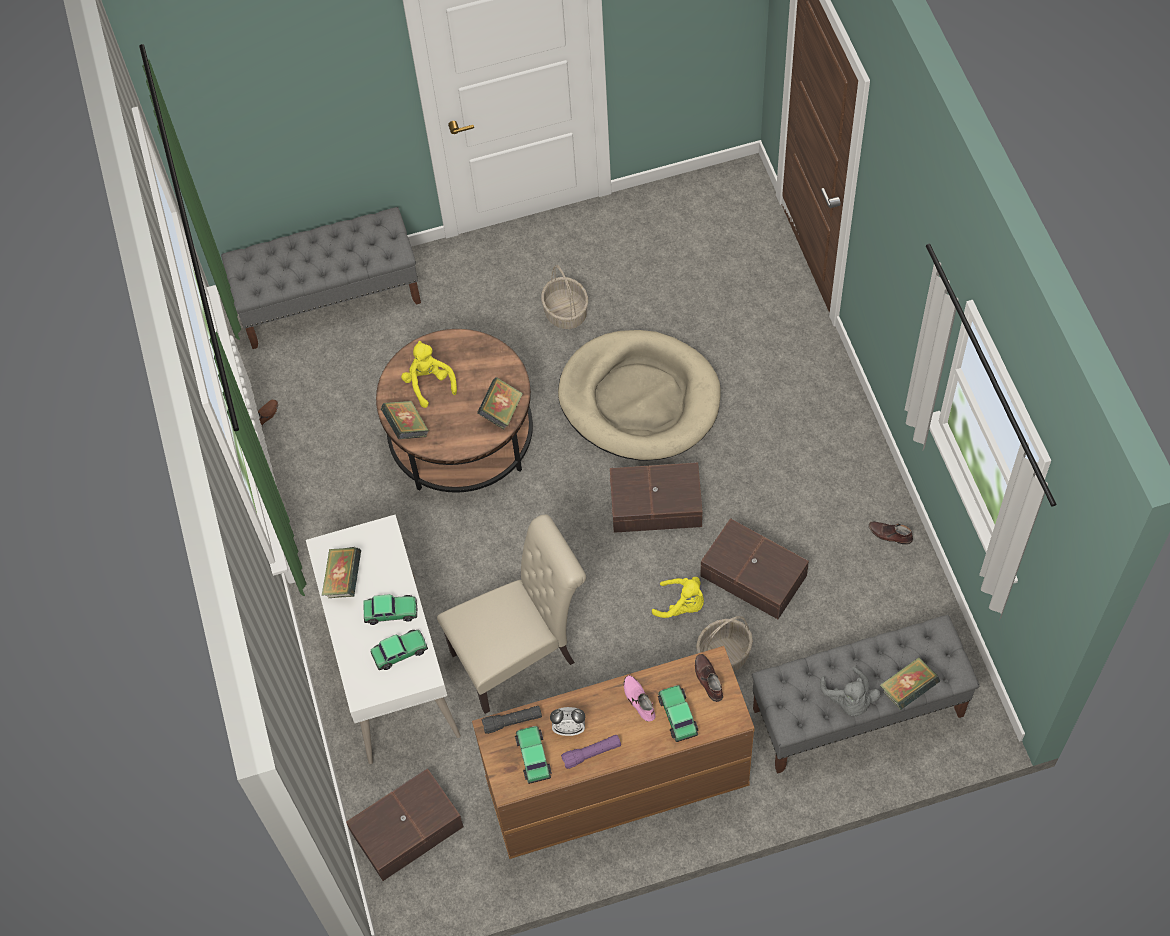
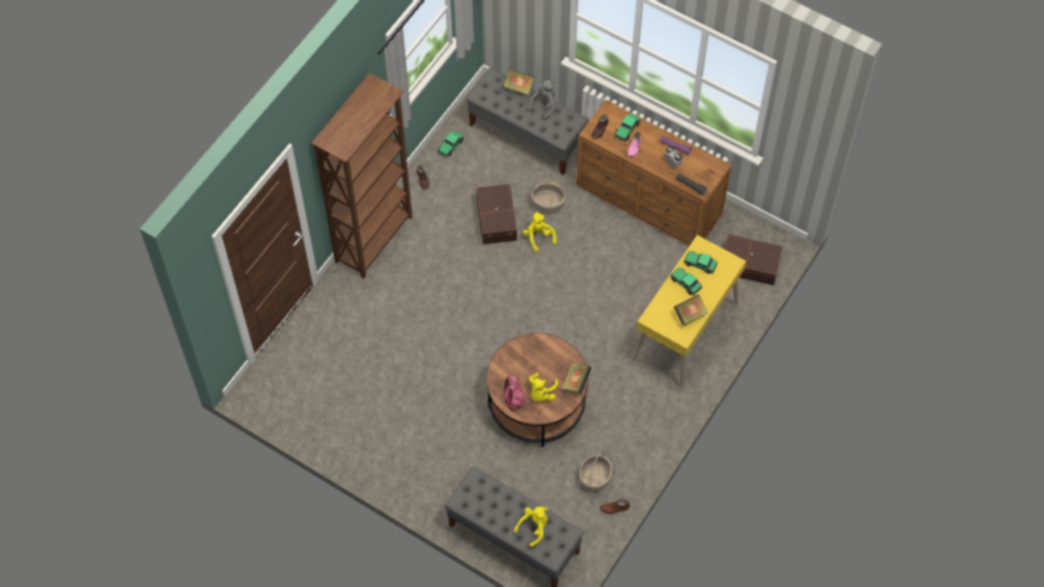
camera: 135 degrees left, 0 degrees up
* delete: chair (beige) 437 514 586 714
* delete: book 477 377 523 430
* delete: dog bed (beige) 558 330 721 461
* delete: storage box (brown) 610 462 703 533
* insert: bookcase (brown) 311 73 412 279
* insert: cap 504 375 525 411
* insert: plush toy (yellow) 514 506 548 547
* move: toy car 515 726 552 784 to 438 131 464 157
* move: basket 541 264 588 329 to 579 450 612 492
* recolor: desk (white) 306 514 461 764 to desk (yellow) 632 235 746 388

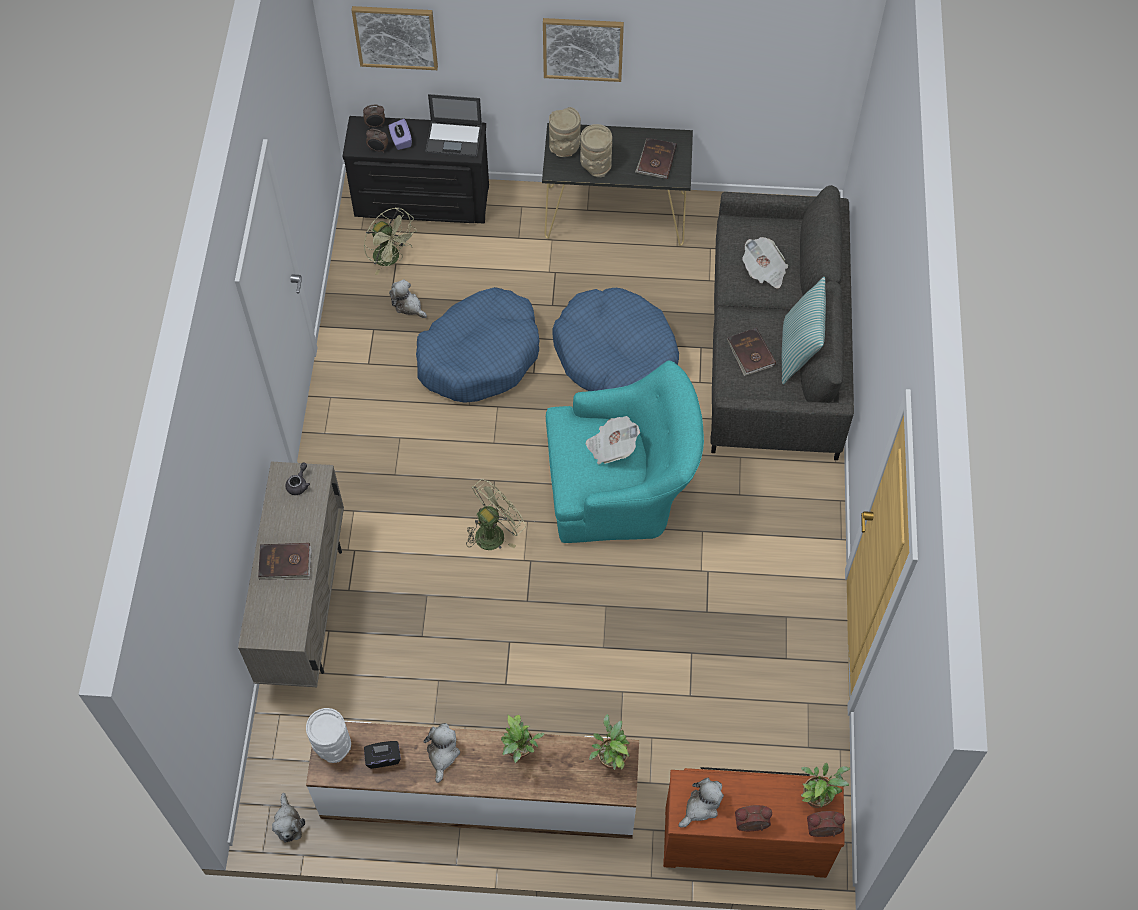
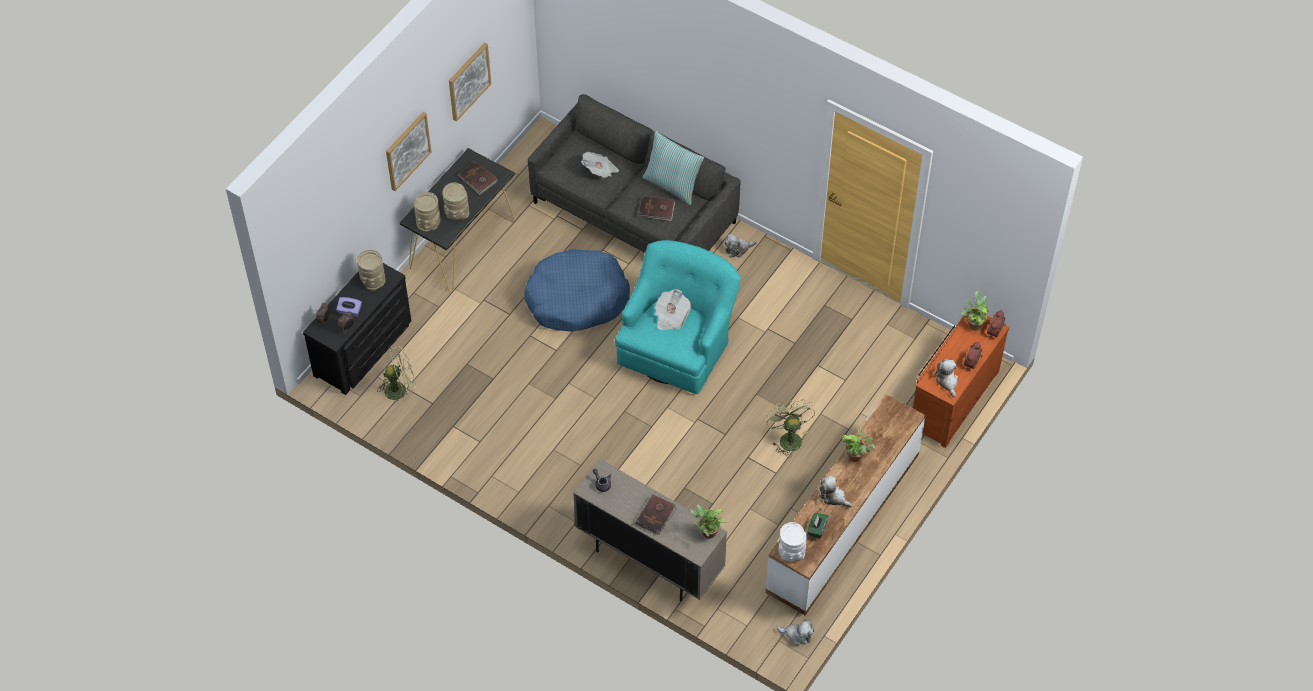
camera: 60 degrees left, 5 degrees down
* delete: dog bed (blue) 416 287 540 403
* move: picture 351 6 438 70 to 449 43 491 122
* move: plush toy 389 279 427 318 to 724 233 757 257
* move: fan (green) 466 479 526 550 to 766 399 815 458
* move: potted plant 589 714 630 770 to 689 504 726 539
* replace: laptop 425 94 482 157 to vase (beige) 357 250 385 291
* recolor: tissue box (black) 364 741 401 769 to tissue box (green) 807 513 829 539

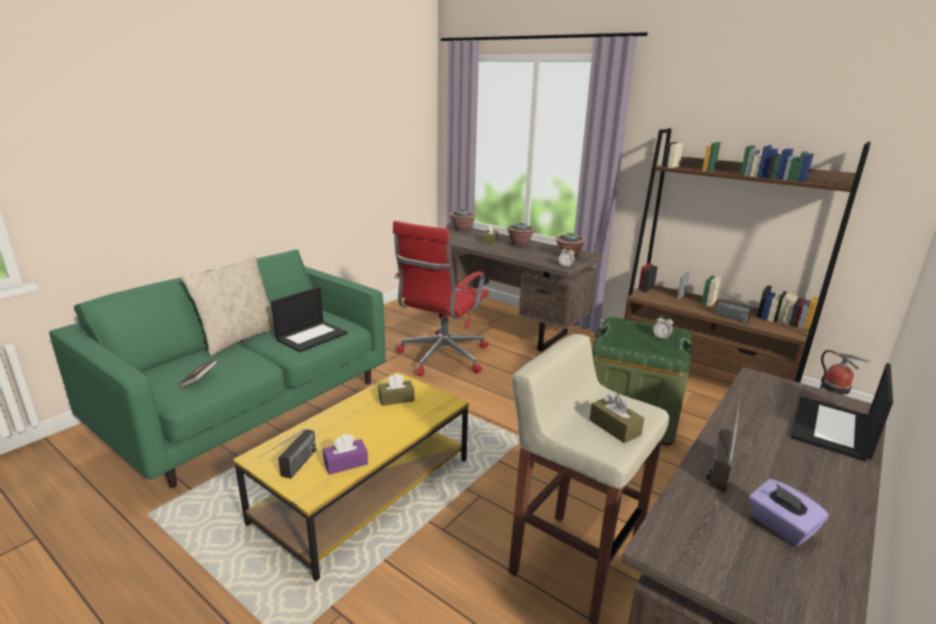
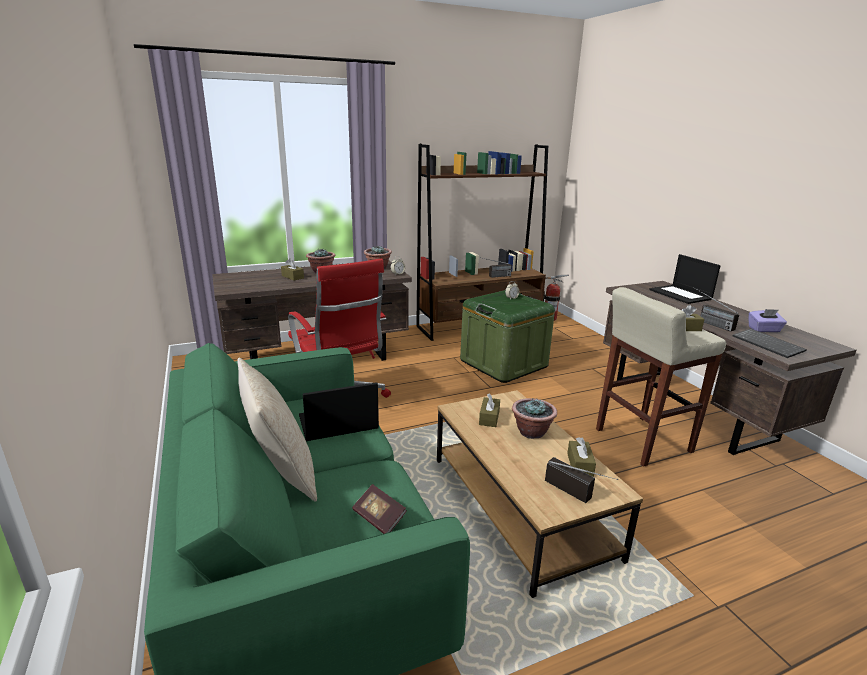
camera: 60 degrees left, 0 degrees up
* insert: keyboard 733 329 807 358
* move: potted plant 450 209 476 232 to 512 398 557 439
* recolor: coffee table (yellow) 233 372 469 581 to coffee table (brown) 437 390 643 598
* recolor: tissue box (purple) 323 434 368 475 to tissue box (brown) 567 437 596 477
* rotate: laptop 271 286 347 352 = 299 382 379 441 90 degrees counterclockwise

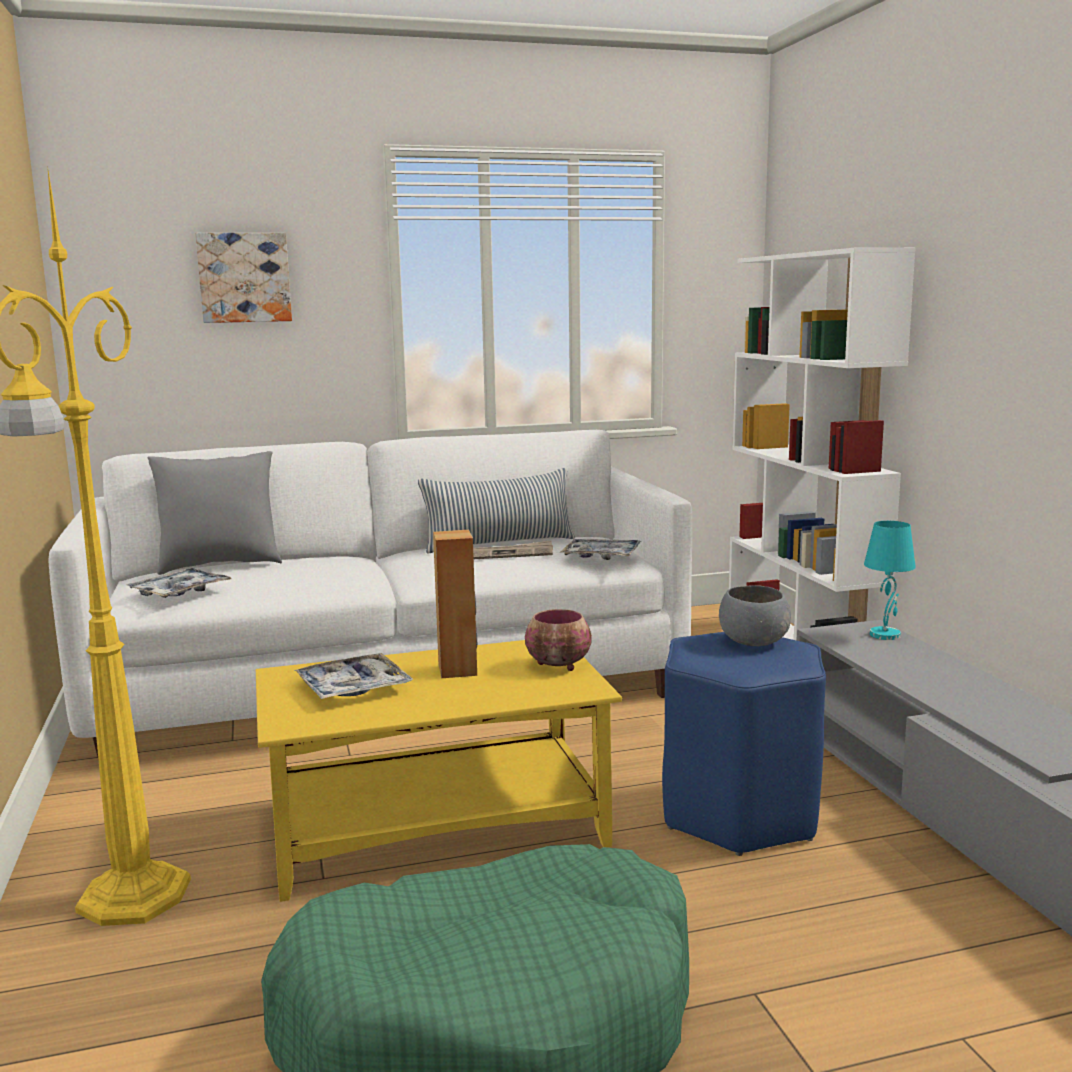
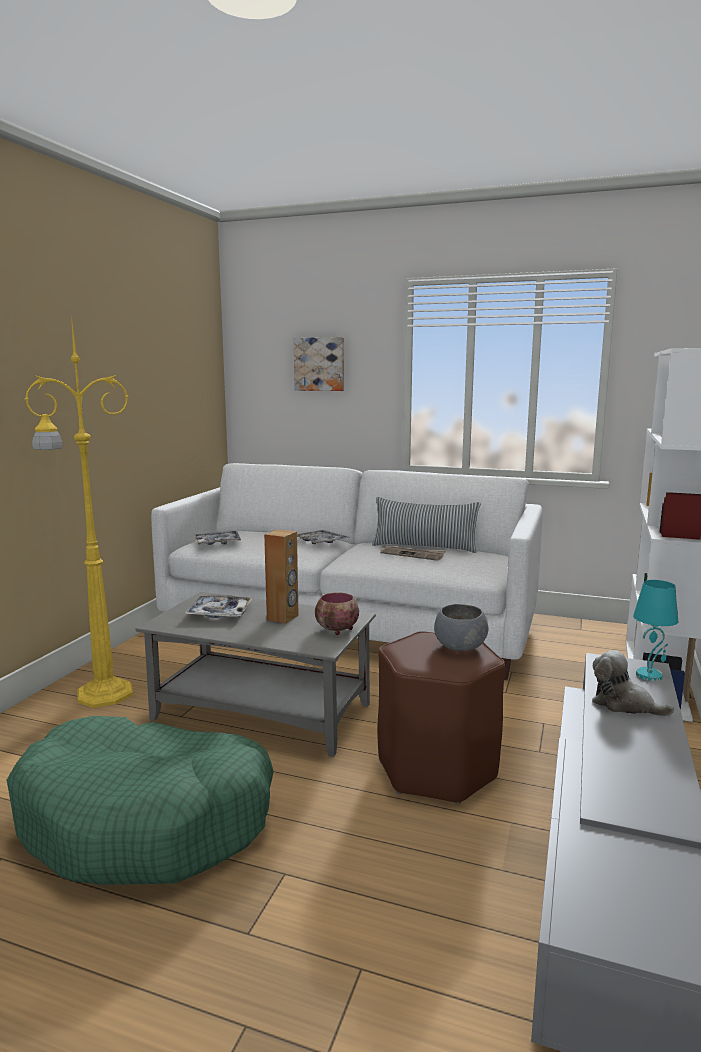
camera: 35 degrees right, 0 degrees up
* delete: pillow (grey) 147 451 282 575
* insert: plush toy 592 650 675 716
* move: tray 561 539 641 560 to 297 530 349 544
* recolor: coffee table (yellow) 256 640 622 902 to coffee table (grey) 136 592 376 757
* recolor: stool (blue) 662 632 826 856 to stool (brown) 378 631 505 805

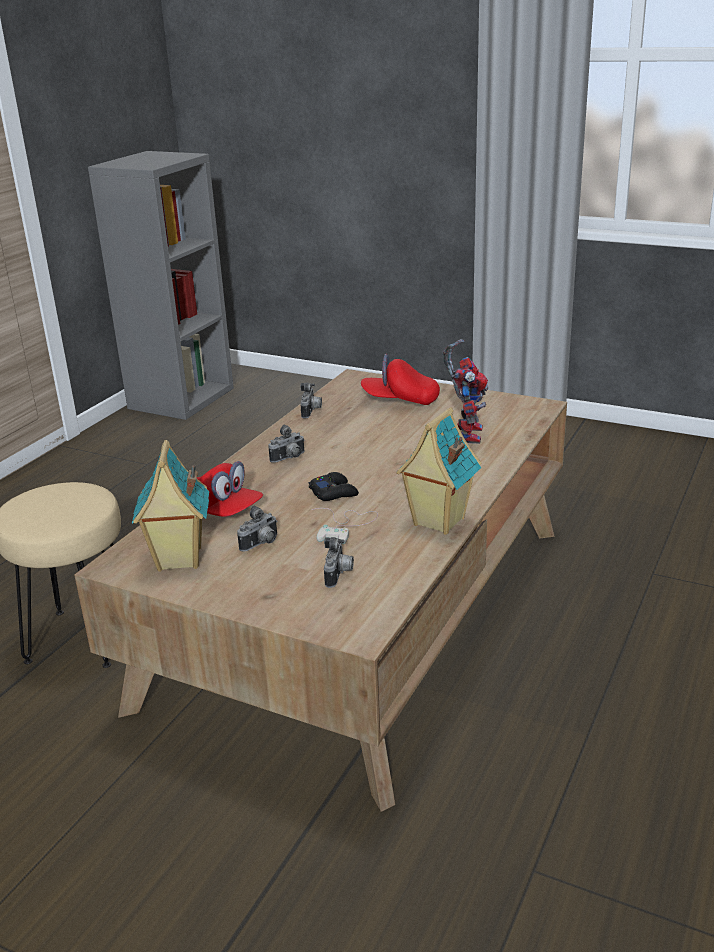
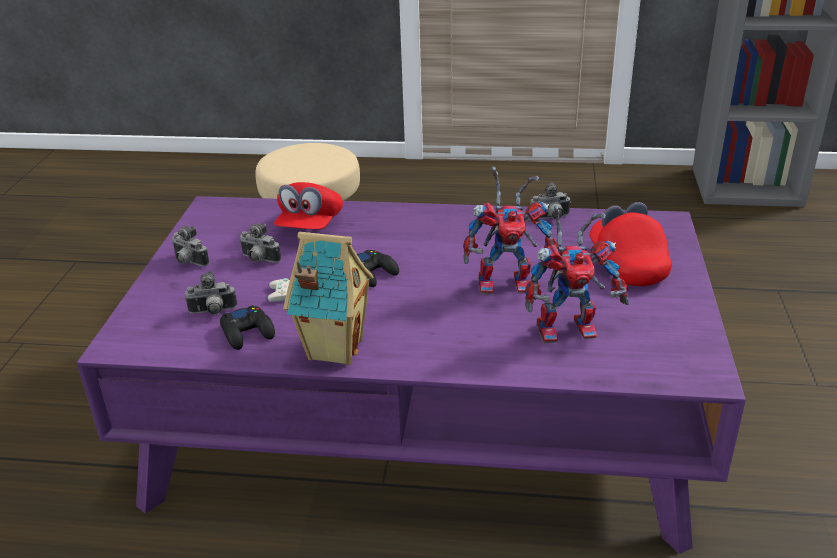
camera: 70 degrees right, 5 degrees up
* delete: toy house 132 440 209 572
* insert: game controller (black) 220 305 275 350
* insert: toy robot 463 166 558 294
* move: photo camera 268 424 305 463 to 172 226 210 267
* recolor: coffee table (brown) 74 369 567 812 to coffee table (purple) 77 196 746 554

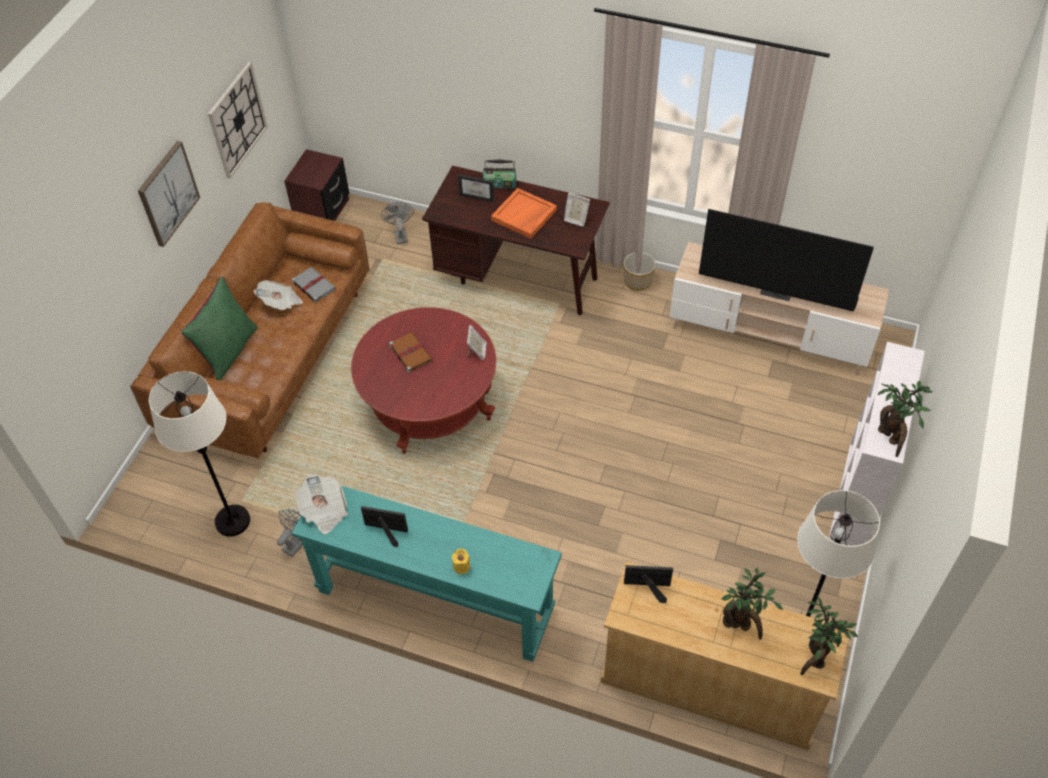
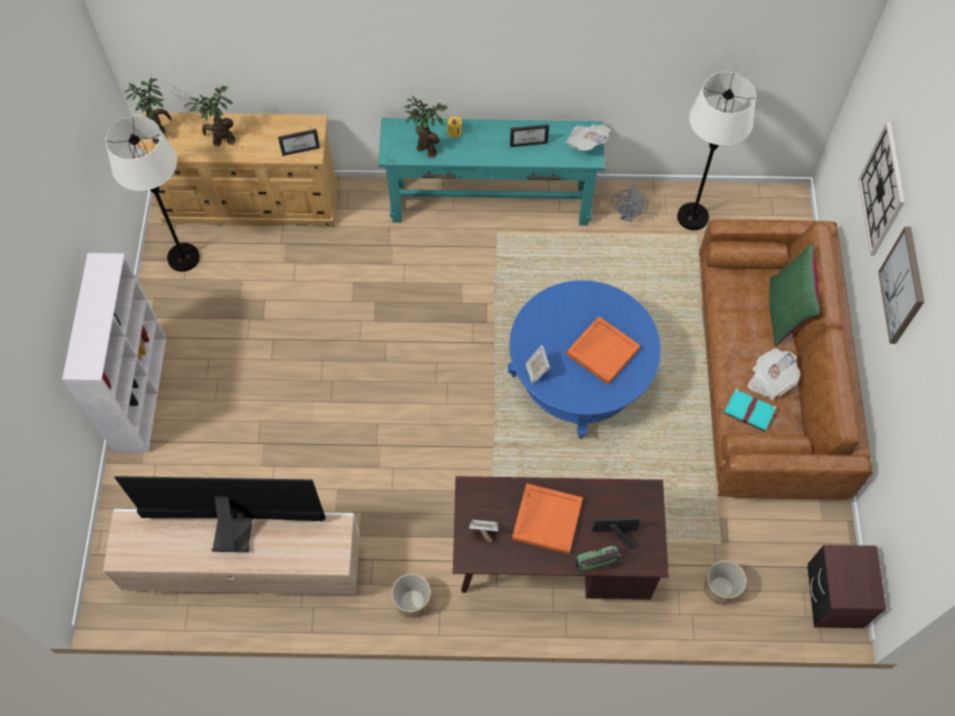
camera: 160 degrees right, 10 degrees up
* move: wall clock 208 62 268 179 to 858 122 905 256
* move: potted plant 877 380 932 457 to 403 96 448 158
* replace: fan (grey) 381 202 414 244 to planter 704 560 747 605
* replace: book (brown) 389 332 433 373 to tray (orange) 566 316 641 385
* recolor: book (grey) 292 267 336 303 to book (turquoise) 724 388 777 432
* recolor: coffee table (red) 351 307 496 454 to coffee table (blue) 508 280 661 439

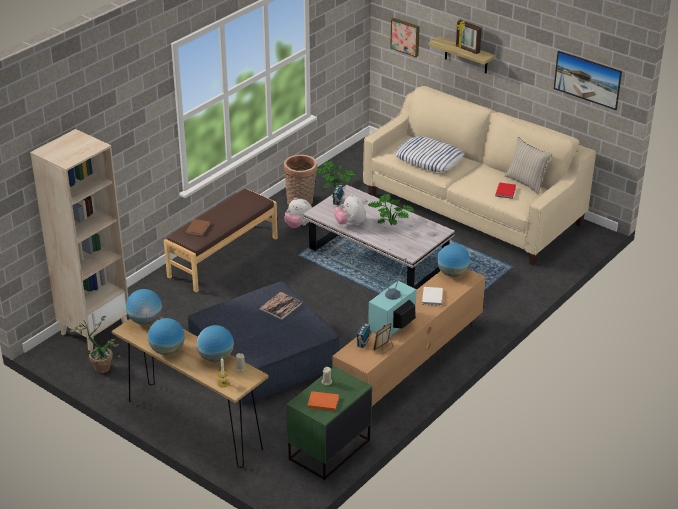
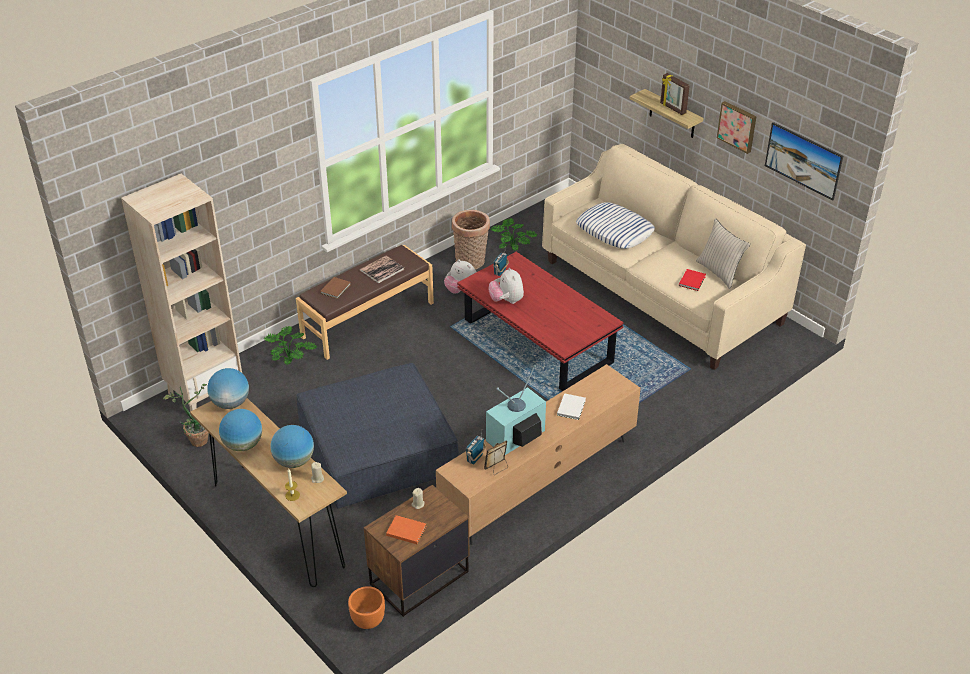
camera: 10 degrees right, 5 degrees up
* delete: globe 437 244 470 277
* insert: planter (orange) 348 586 385 629
* move: book 259 292 302 320 to 360 255 404 284
* move: potted plant 368 194 414 225 to 265 326 317 364
* move: picture 390 18 420 57 to 717 101 757 154
* recolor: nightstand (green) 286 367 372 480 to nightstand (brown) 364 485 470 617
* recolor: coffee table (white) 303 185 455 289 to coffee table (red) 457 252 624 391

